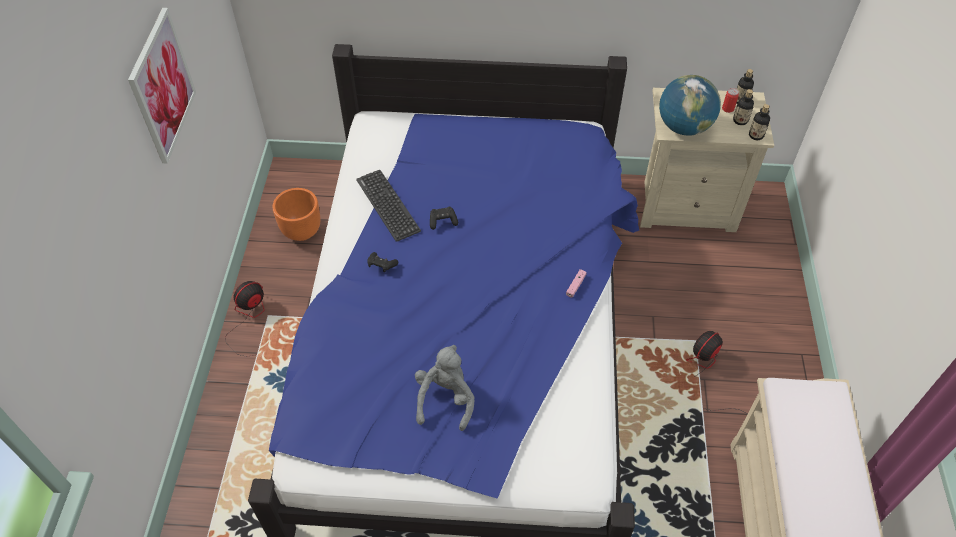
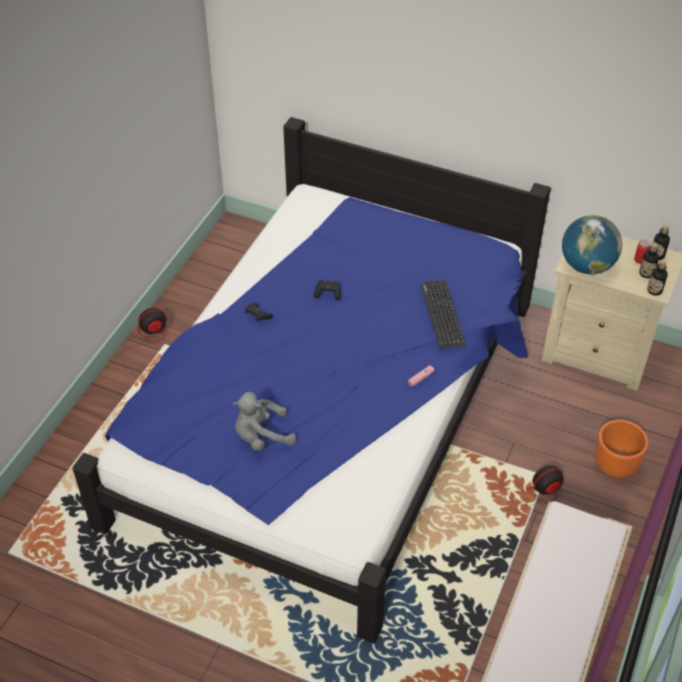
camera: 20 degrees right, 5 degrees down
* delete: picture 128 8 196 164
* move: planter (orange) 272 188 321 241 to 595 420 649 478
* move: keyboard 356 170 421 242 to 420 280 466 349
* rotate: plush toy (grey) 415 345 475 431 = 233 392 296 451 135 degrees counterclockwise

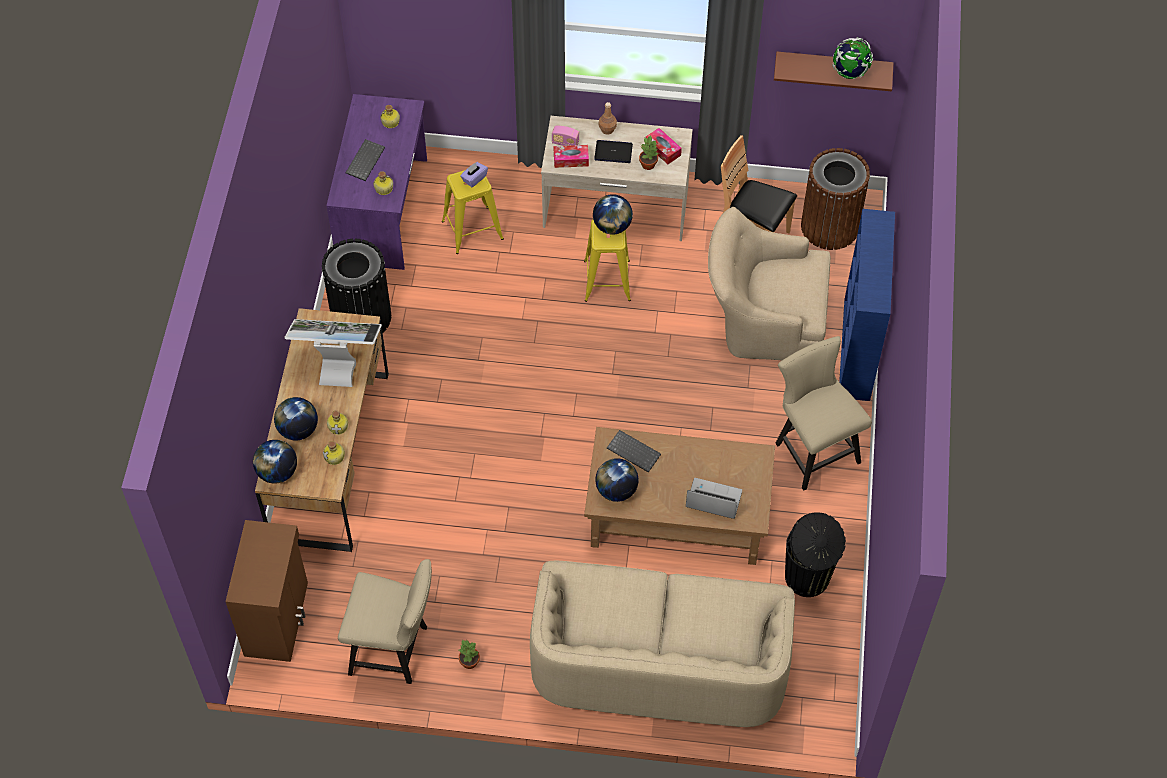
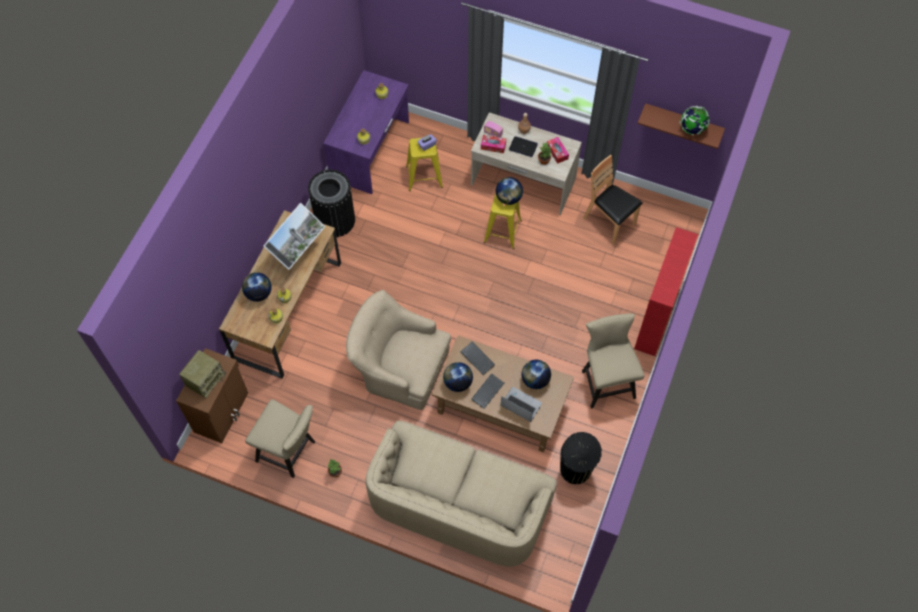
camera: 15 degrees right, 5 degrees up
* delete: trash can (brown) 801 148 870 250
* insert: radio 179 350 226 398
* move: globe 253 440 297 484 to 522 360 551 389
* move: keyboard 346 139 385 181 to 471 373 504 409
* move: armchair (beige) 708 207 831 360 to 346 290 451 410
* recolor: bookcase (blue) 839 209 895 401 to bookcase (red) 634 227 698 356
* rotate: monitor 285 319 382 387 = 263 203 325 270 105 degrees clockwise

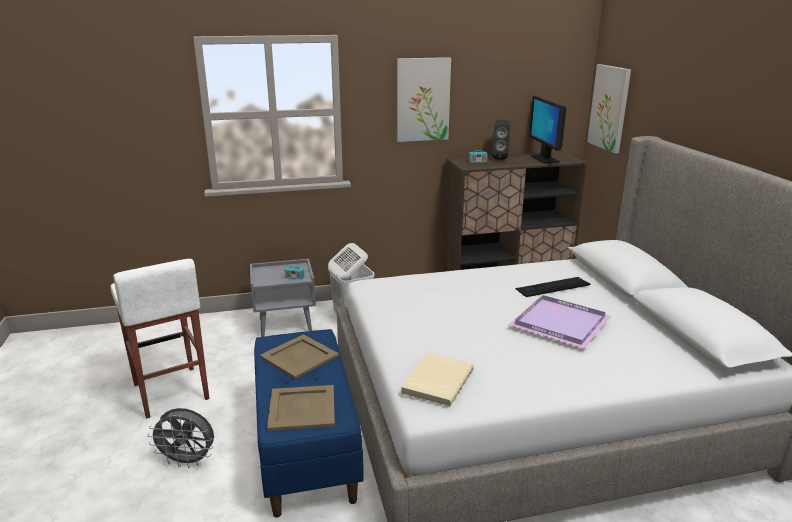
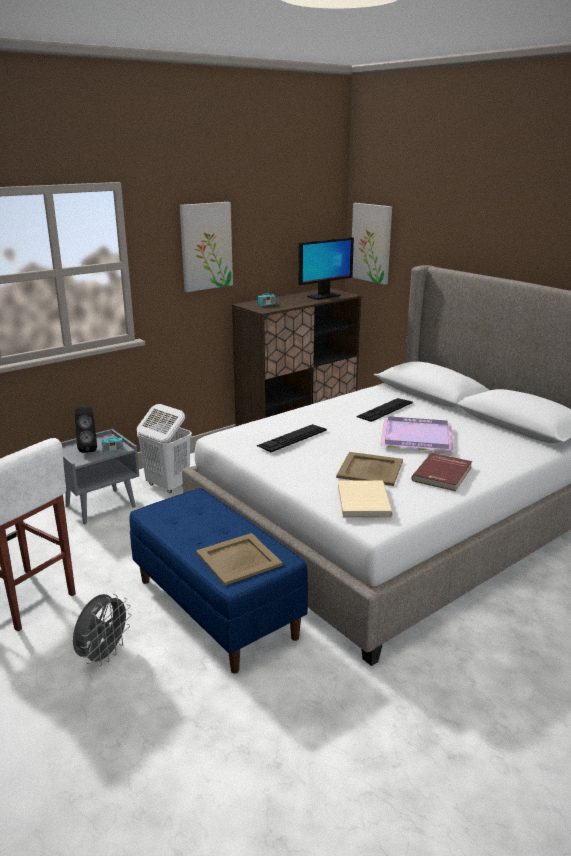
camera: 25 degrees left, 0 degrees up
* insert: keyboard 257 424 327 452
* insert: book (red) 412 453 472 491
* move: tray (beige) 260 334 339 379 to 336 452 403 486
* move: speaker (black) 492 120 510 160 to 75 406 97 453
* rotate: fan (grey) 147 408 214 468 = 73 594 131 666 45 degrees counterclockwise
* rotate: monitor 529 96 566 164 = 298 237 354 300 90 degrees counterclockwise

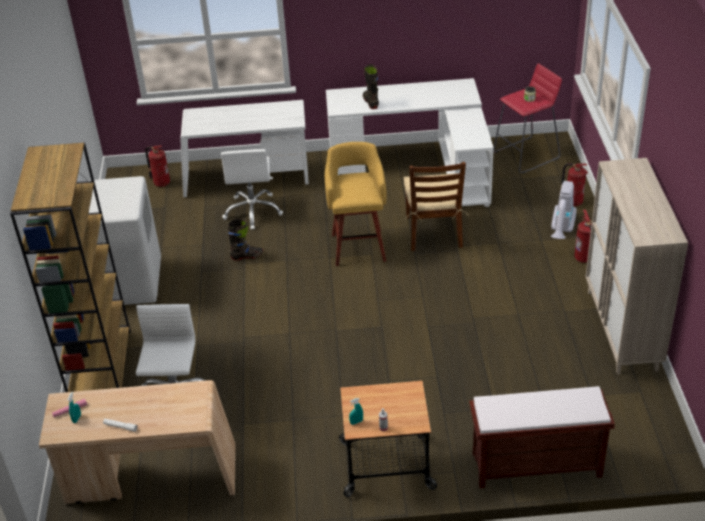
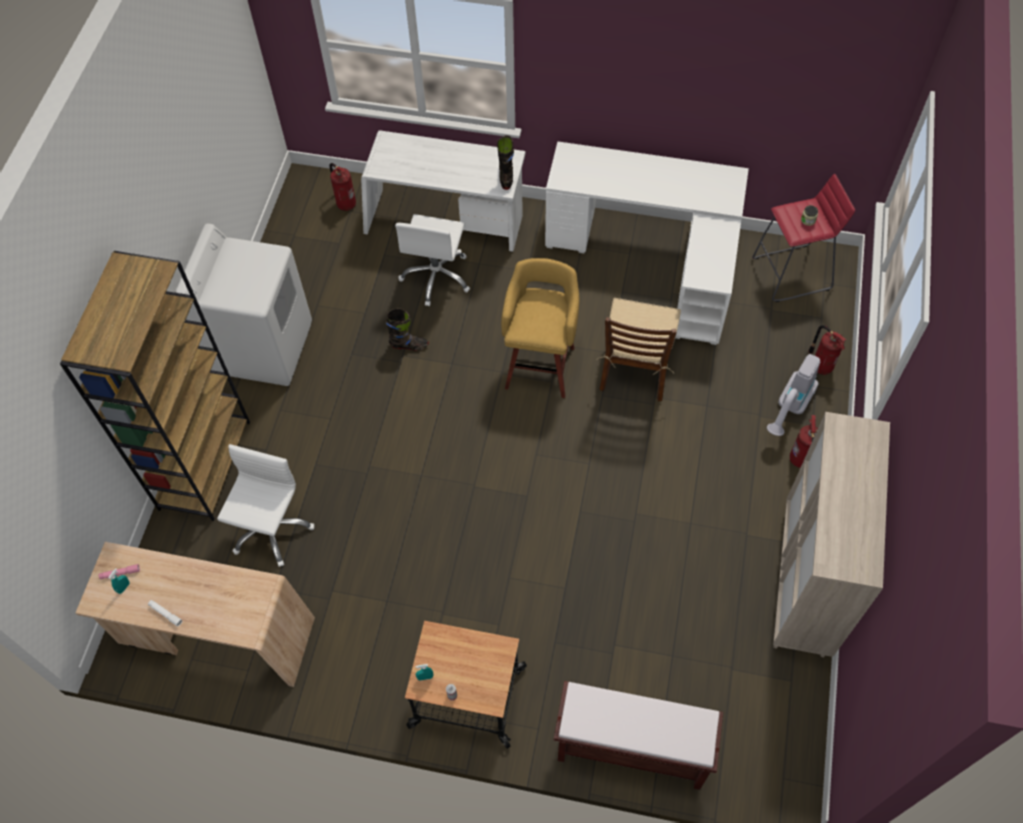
camera: 15 degrees right, 20 degrees up
* move: boot (black) 363 64 379 109 to 497 135 514 190

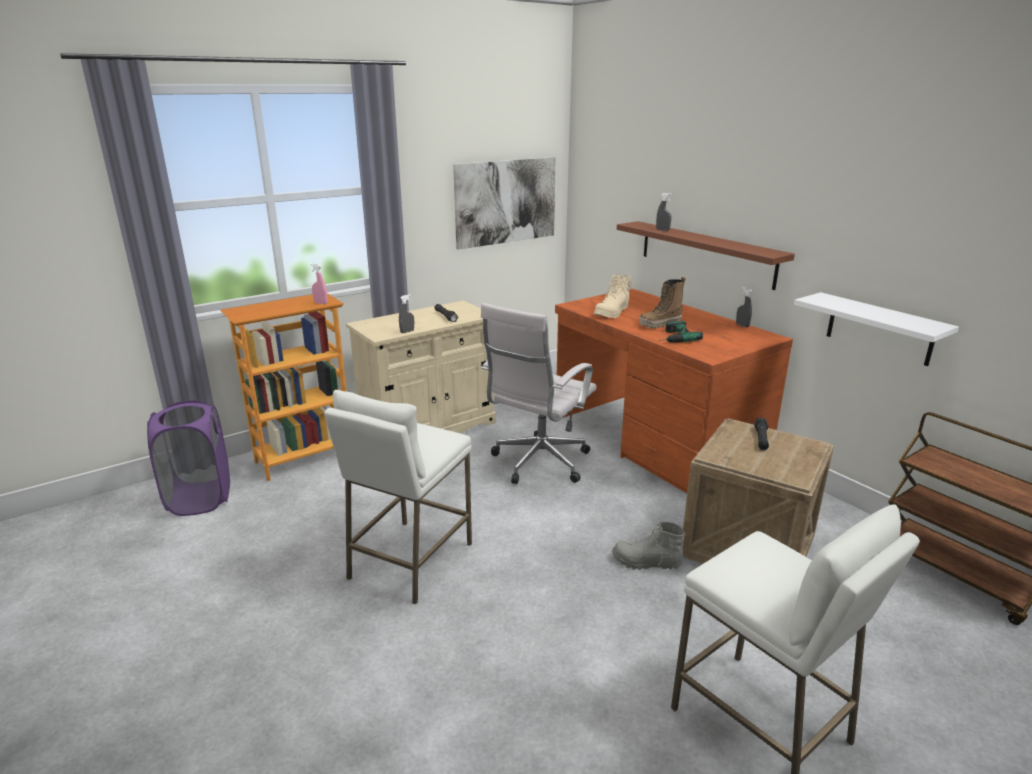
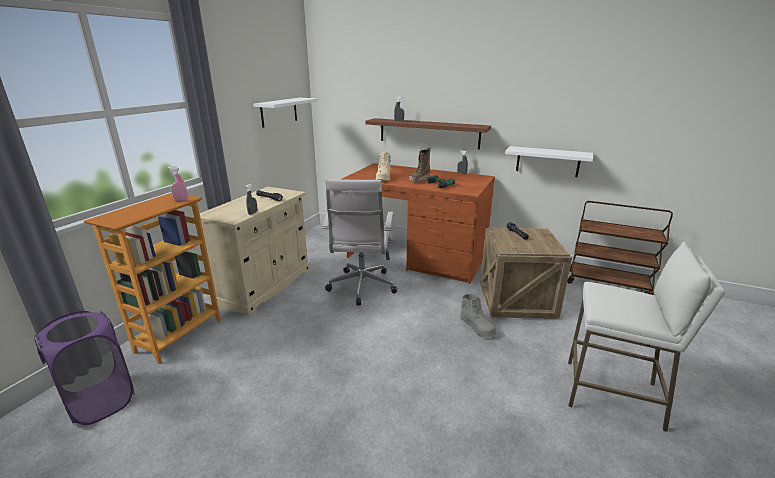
camera: 30 degrees left, 0 degrees up
* delete: stool (white) 324 390 472 605
* replace: picture 453 157 556 250 to shelf (white) 253 98 318 128
* rotate: boot (grey) 612 522 685 570 = 460 294 496 338 105 degrees counterclockwise

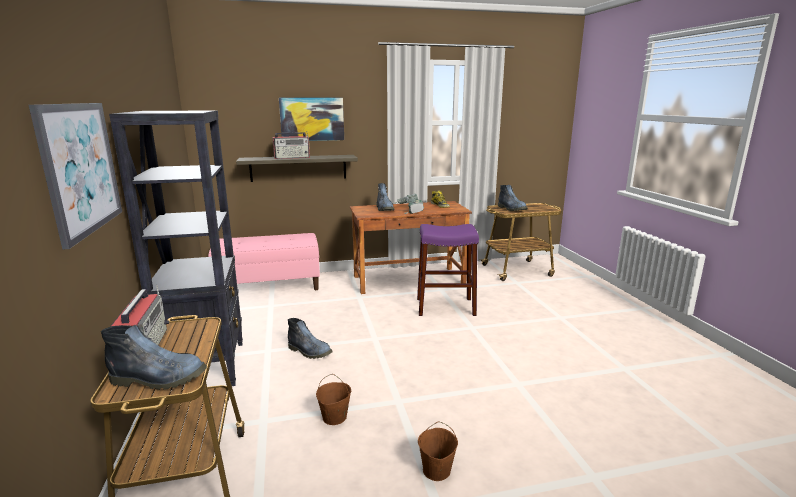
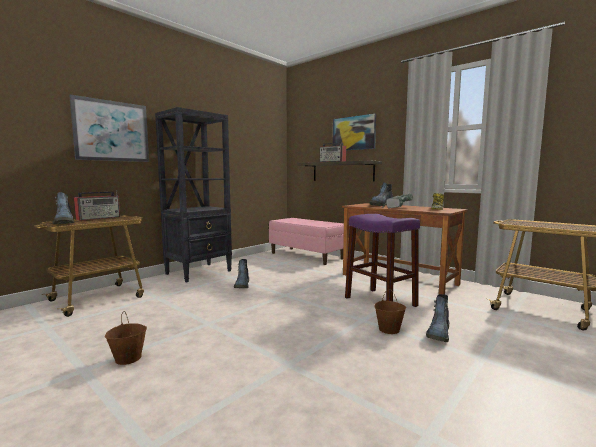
camera: 55 degrees right, 10 degrees down
* move: bucket (brown) 316 374 351 425 to 374 289 406 334
* move: boot 498 185 528 211 to 426 294 449 342

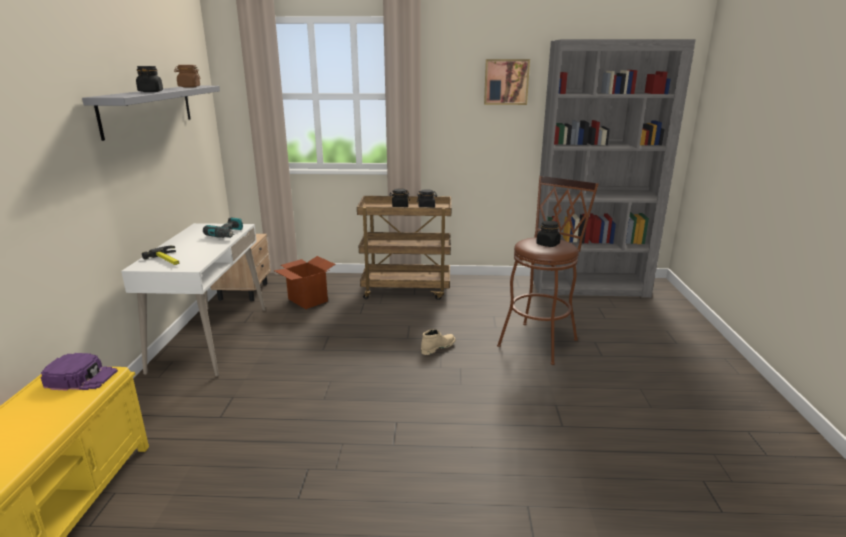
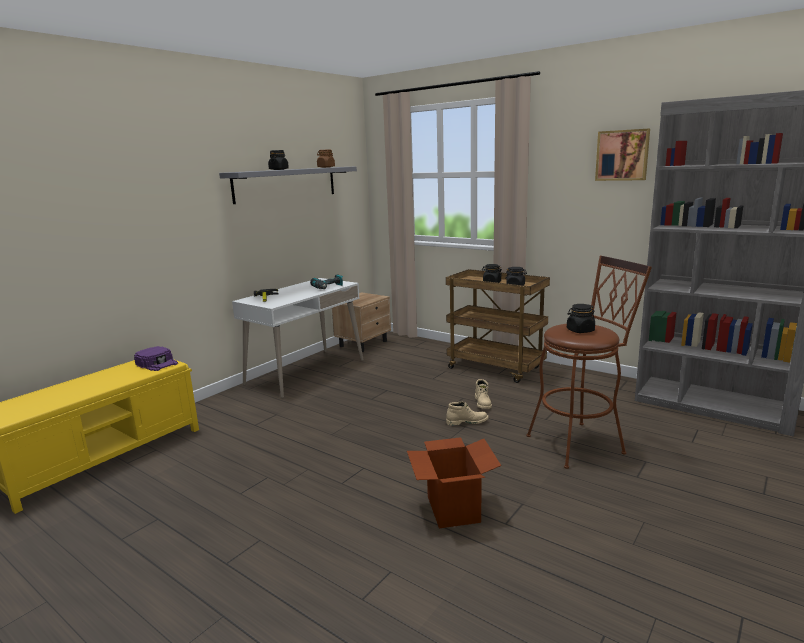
camera: 35 degrees right, 5 degrees down
* insert: boot (beige) 475 379 492 409
* move: cardboard box 274 256 335 309 to 407 437 501 528

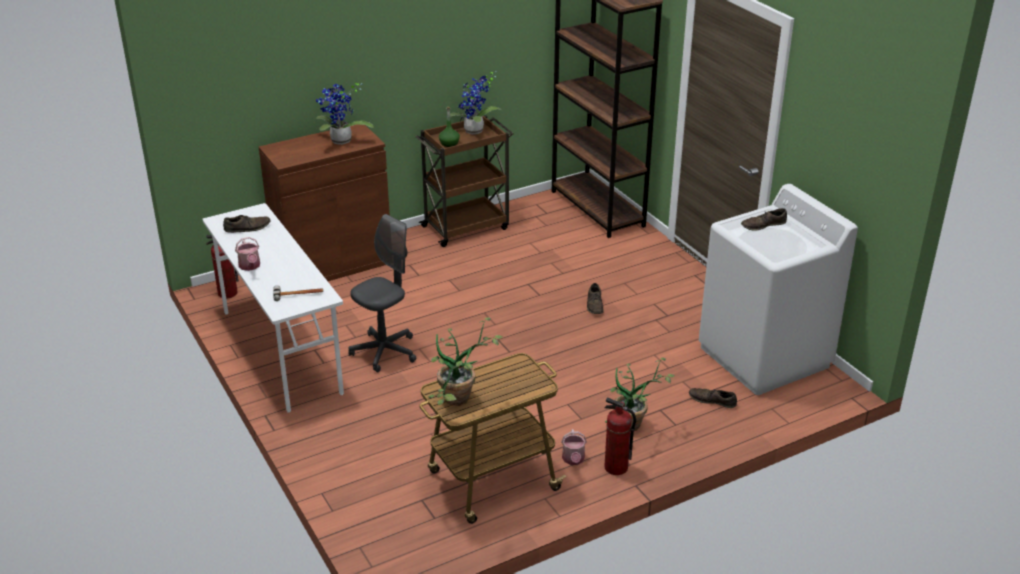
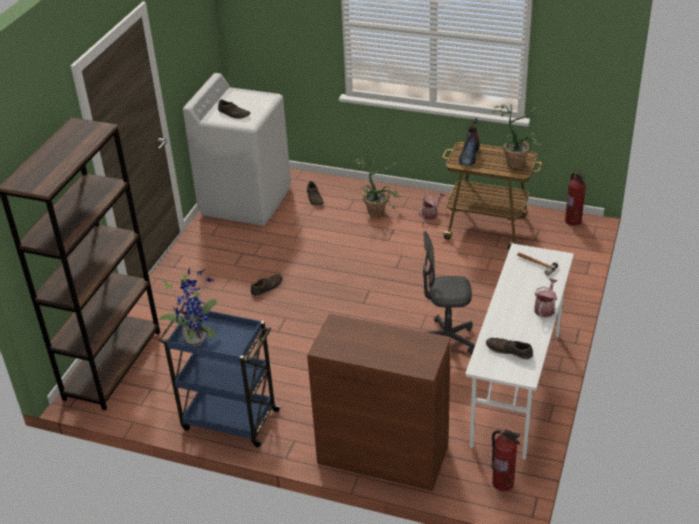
camera: 130 degrees left, 5 degrees up
* delete: potted plant 316 83 374 145
* delete: bottle (green) 439 107 460 147
* insert: boot 459 118 480 166
* move: fire extinguisher 604 398 636 475 to 565 173 586 226
* recolor: cart (brown) 416 115 514 247 to cart (blue) 158 308 282 447

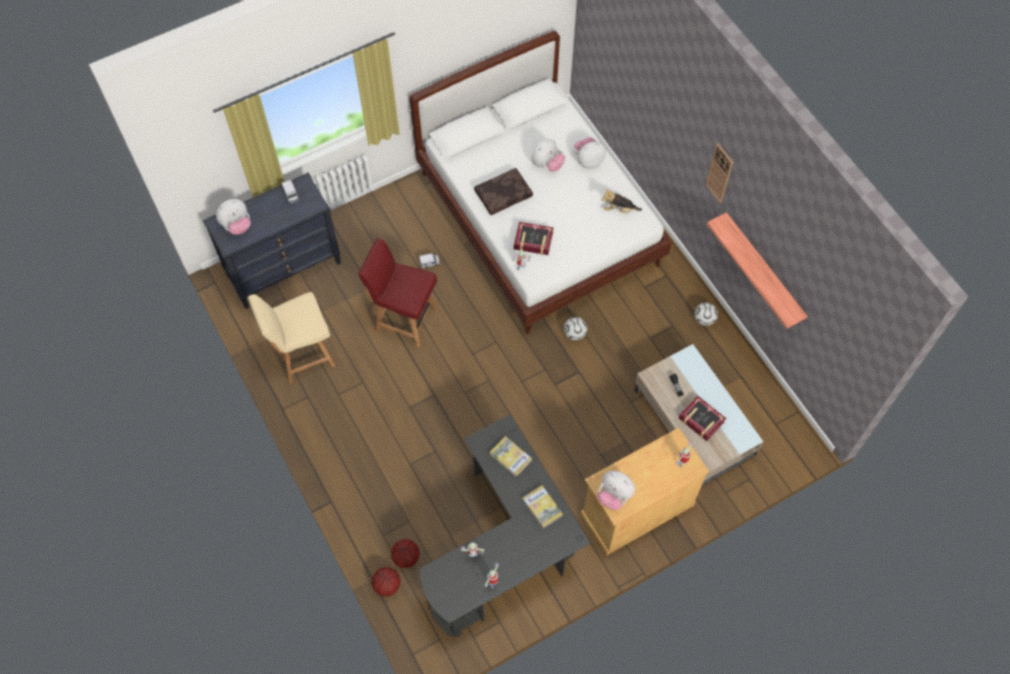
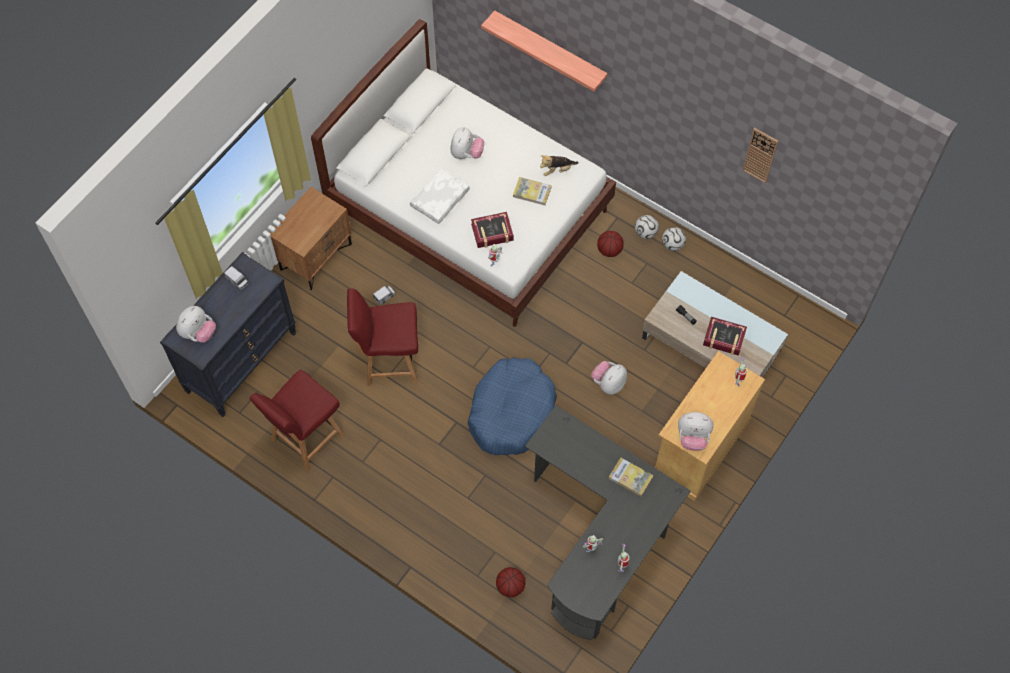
camera: 25 degrees left, 0 degrees up
* insert: nightstand (brown) 269 187 352 290
* insert: dog bed (blue) 468 357 557 455
* move: basketball 372 567 401 597 to 597 231 624 257
* move: book 490 436 532 477 to 513 177 552 206
* move: football 564 317 587 341 to 635 215 659 239
* move: plush toy 574 137 606 168 to 591 361 627 395
* move: wall clock 706 143 733 203 to 743 128 778 183
* move: shelf 707 212 807 329 to 481 10 608 92
* recolor: chair (beige) 248 292 335 383 to chair (red) 249 370 344 471
* recolor: pillow (brown) 474 168 533 215 to pillow (white) 410 168 470 224

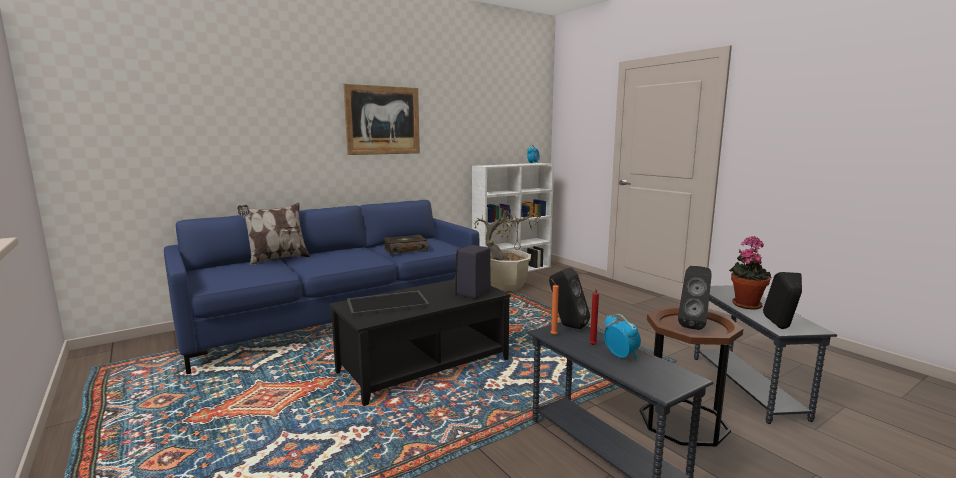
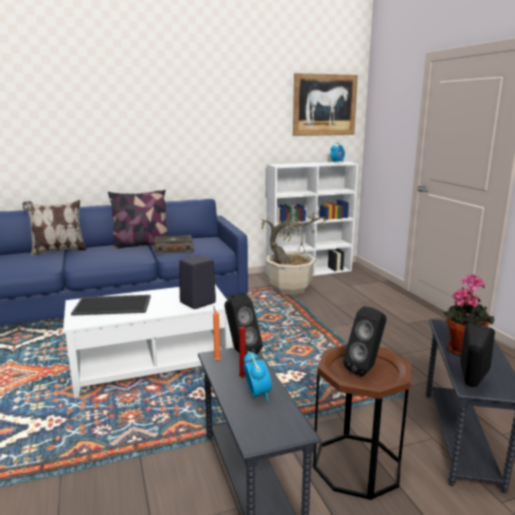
camera: 15 degrees right, 5 degrees up
* insert: pillow 108 190 168 249
* move: picture 343 84 420 155 to 293 73 358 136
* recolor: coffee table (black) 329 279 511 406 to coffee table (white) 63 285 232 398

